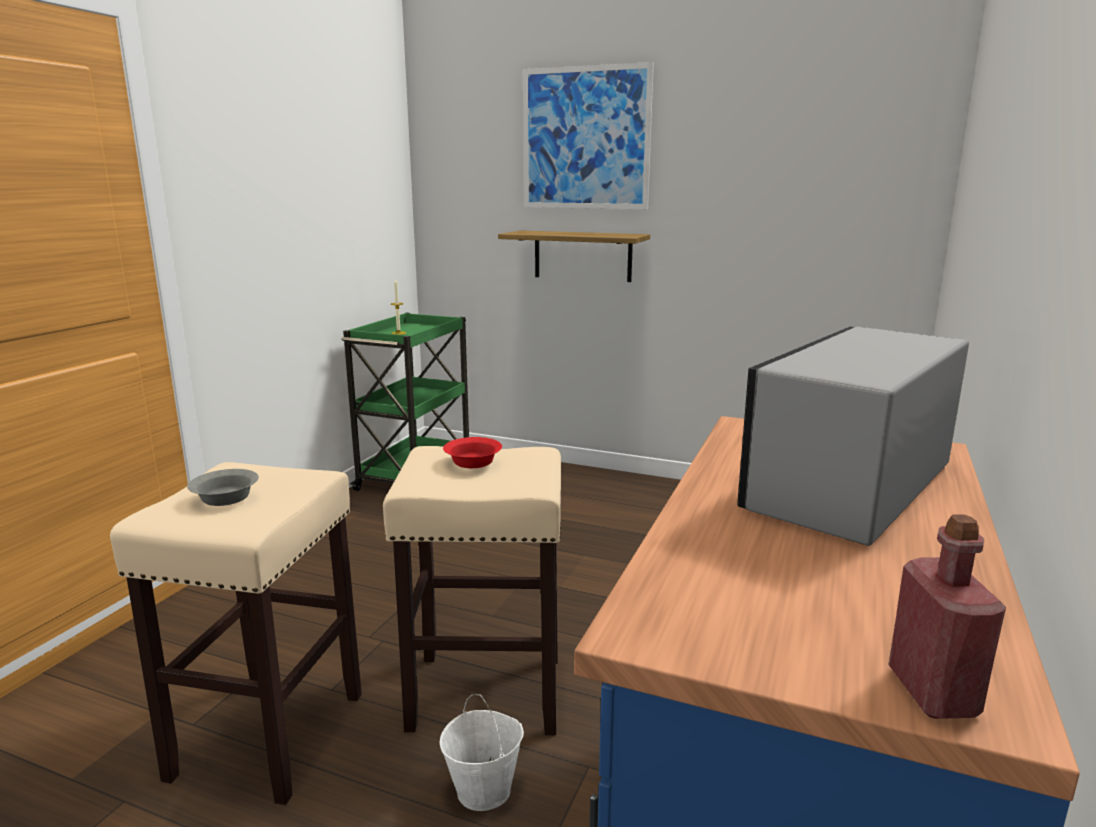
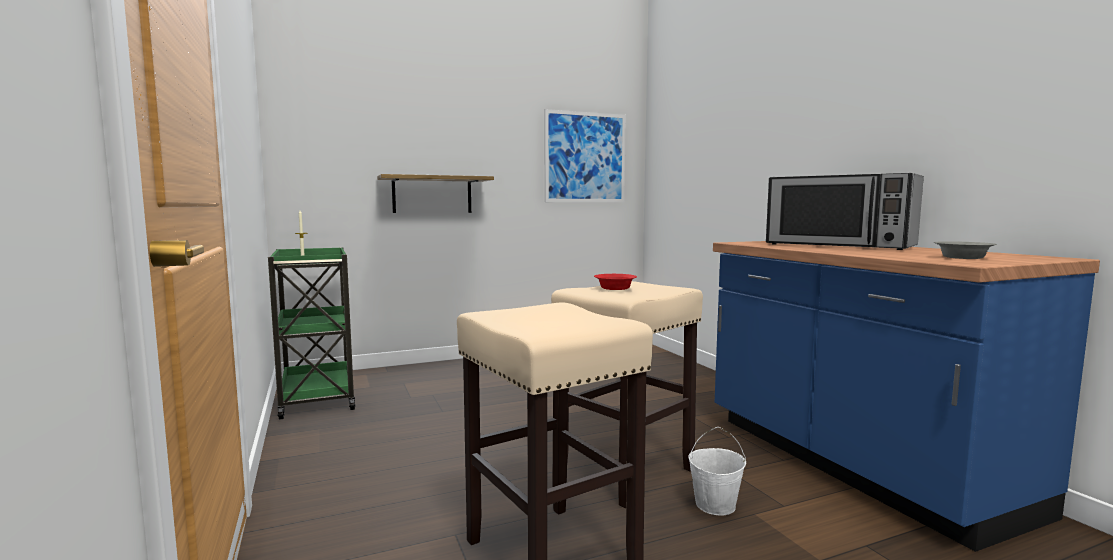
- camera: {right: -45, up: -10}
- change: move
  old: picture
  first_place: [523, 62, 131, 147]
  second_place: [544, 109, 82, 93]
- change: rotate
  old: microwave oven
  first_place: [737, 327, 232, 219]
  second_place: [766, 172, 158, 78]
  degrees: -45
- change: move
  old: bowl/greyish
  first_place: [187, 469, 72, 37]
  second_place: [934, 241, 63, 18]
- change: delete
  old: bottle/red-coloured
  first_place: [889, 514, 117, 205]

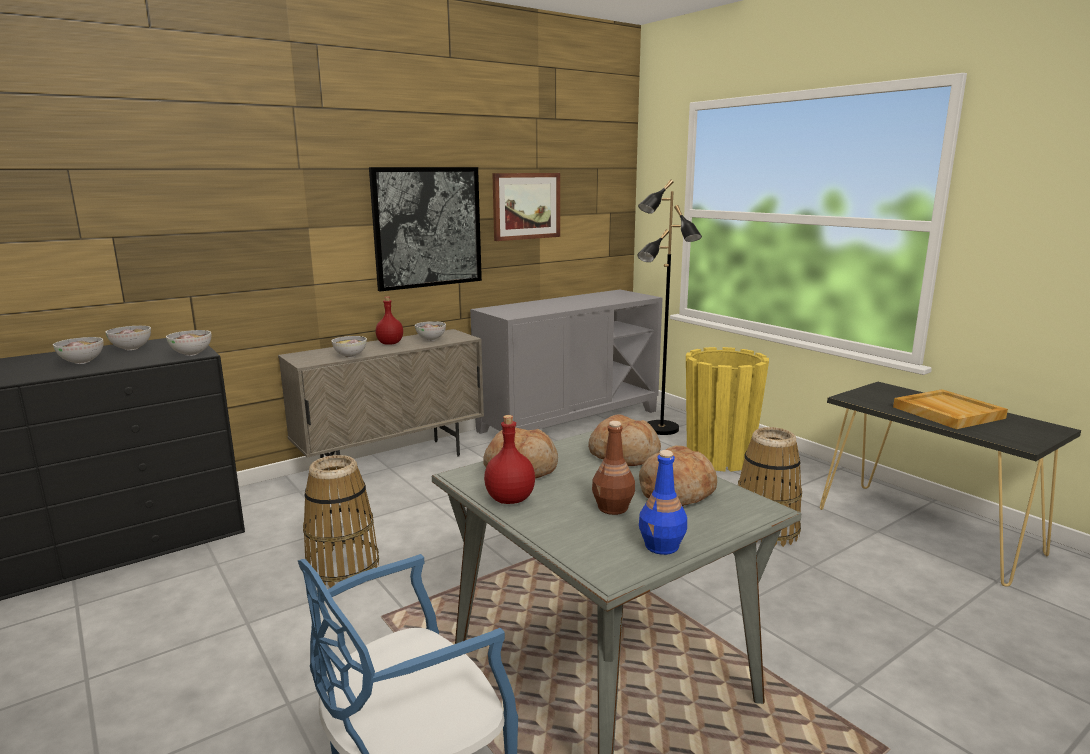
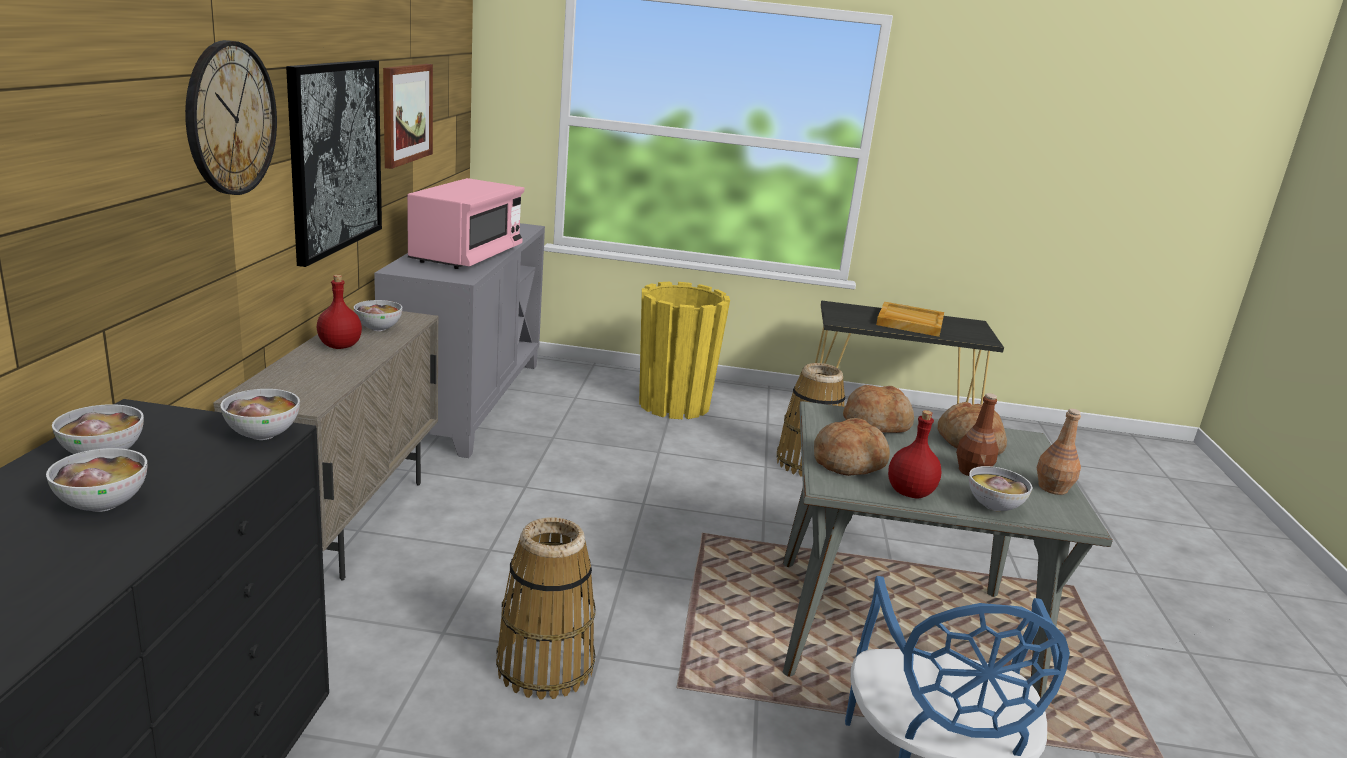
- camera: {right: -50, up: 5}
- change: delete
  old: standing lamp/black-coloured
  first_place: [637, 179, 65, 256]
- change: move
  old: bowl
  first_place: [332, 336, 35, 21]
  second_place: [969, 466, 63, 45]
- change: recolor
  old: bottle/bluish
  new: bottle/brown-coloured
  first_place: [639, 450, 48, 105]
  second_place: [1036, 409, 45, 86]
- change: insert
  new: wall clock
  second_place: [185, 40, 92, 155]
- change: insert
  new: microwave oven/pink-coloured
  second_place: [407, 178, 117, 91]

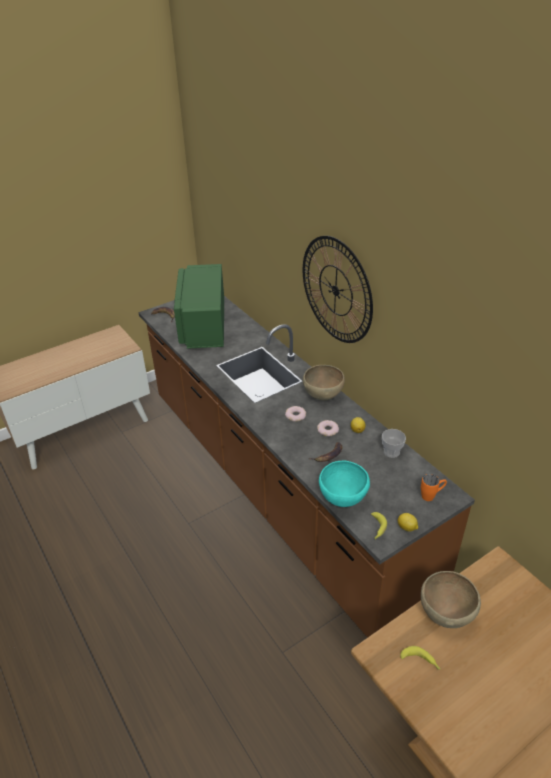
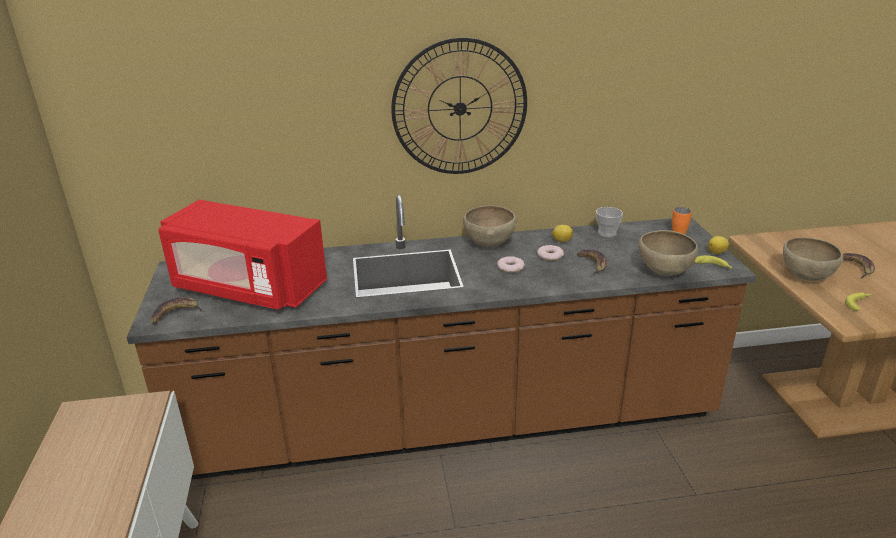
- camera: {right: -65, up: -10}
- change: recolor
  old: microwave oven/green
  new: microwave oven/red-coloured
  first_place: [174, 264, 50, 85]
  second_place: [158, 200, 169, 109]
- change: recolor
  old: bowl/turquoise-coloured
  new: bowl/brown-coloured
  first_place: [319, 461, 51, 46]
  second_place: [638, 230, 60, 46]
- change: insert
  new: banana
  second_place: [843, 253, 32, 26]

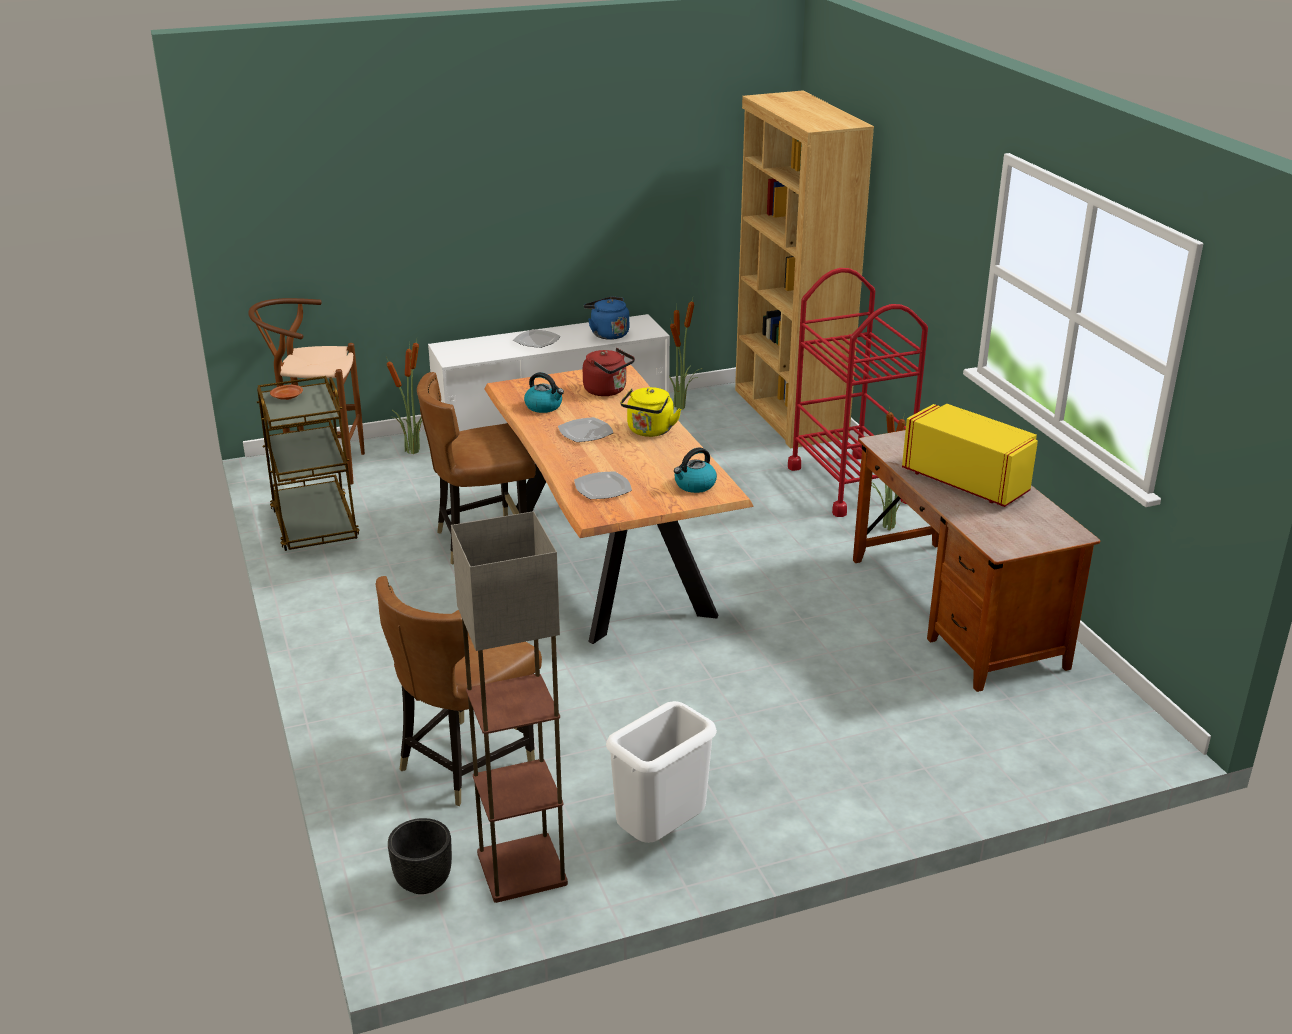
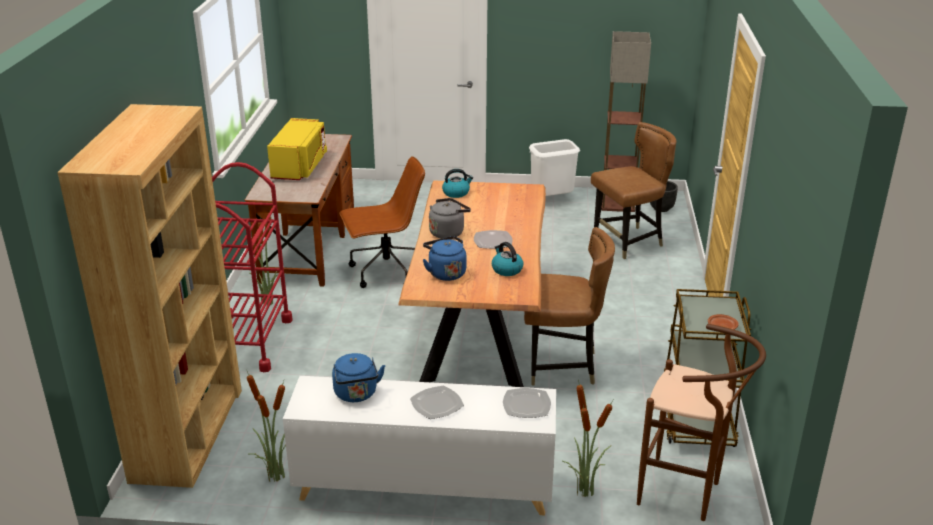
- camera: {right: -155, up: 0}
- change: recolor
  old: tea kettle/red-coloured
  new: tea kettle/bluish
  first_place: [583, 348, 52, 48]
  second_place: [423, 236, 43, 45]
- change: recolor
  old: tea kettle/yellow
  new: tea kettle/greyish
  first_place: [620, 387, 61, 50]
  second_place: [429, 198, 42, 41]
- change: rotate
  old: microwave oven/yellow
  first_place: [902, 404, 136, 103]
  second_place: [267, 118, 60, 62]
  degrees: -150
- change: move
  old: plate
  first_place: [574, 471, 58, 28]
  second_place: [503, 388, 48, 30]
- change: insert
  new: office chair/brown-coloured
  second_place: [339, 156, 86, 132]

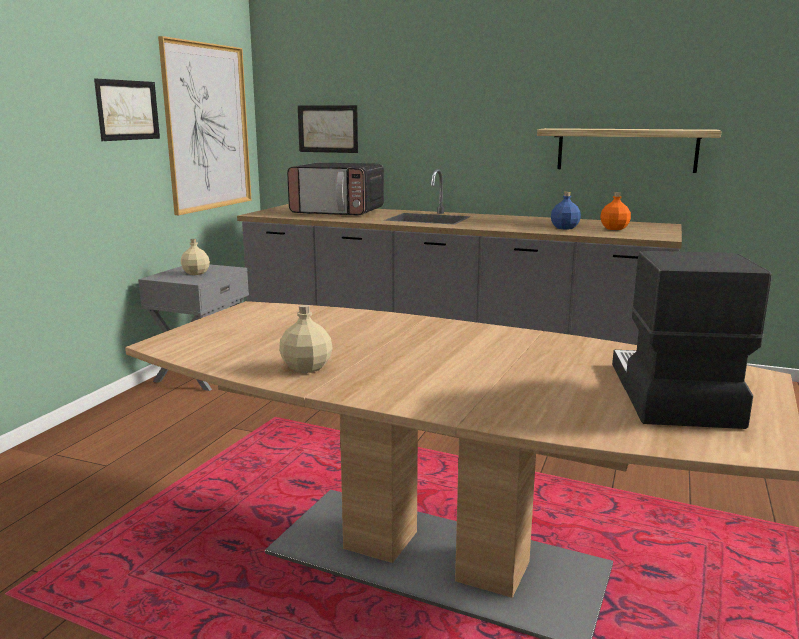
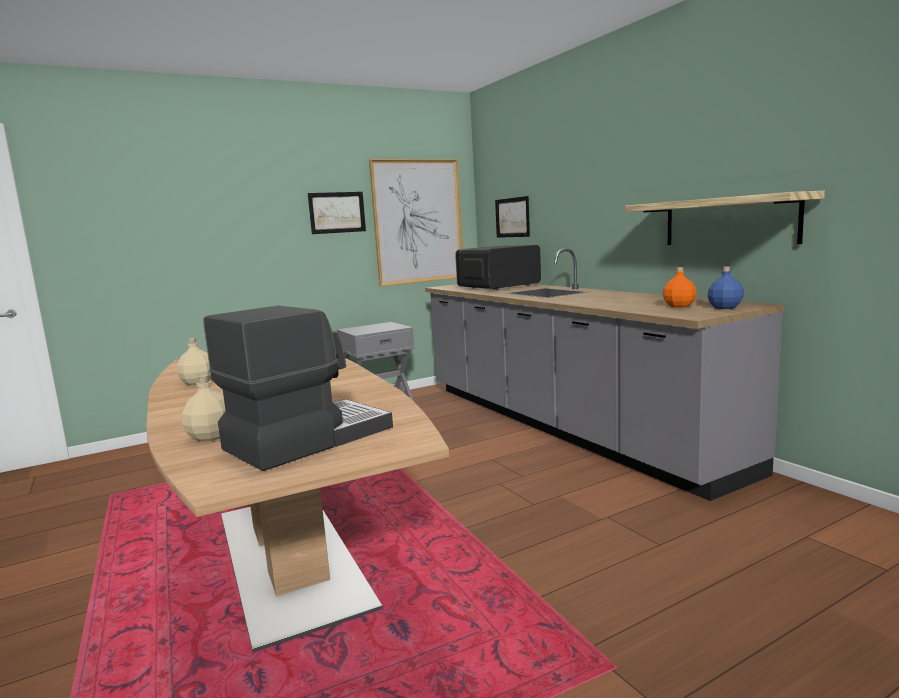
- camera: {right: 40, up: -5}
- change: rotate
  old: microwave oven
  first_place: [287, 162, 97, 54]
  second_place: [455, 245, 86, 45]
  degrees: 90
- change: move
  old: bottle/bluish
  first_place: [551, 192, 30, 37]
  second_place: [708, 267, 36, 42]
- change: move
  old: bottle/beige-coloured
  first_place: [181, 239, 29, 36]
  second_place: [182, 375, 44, 67]

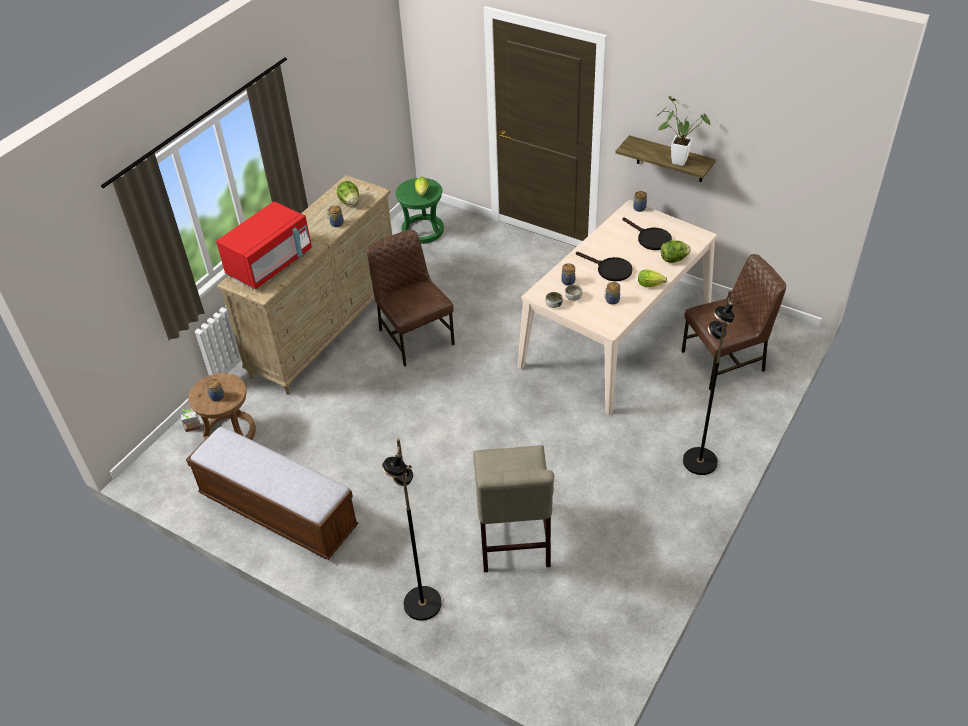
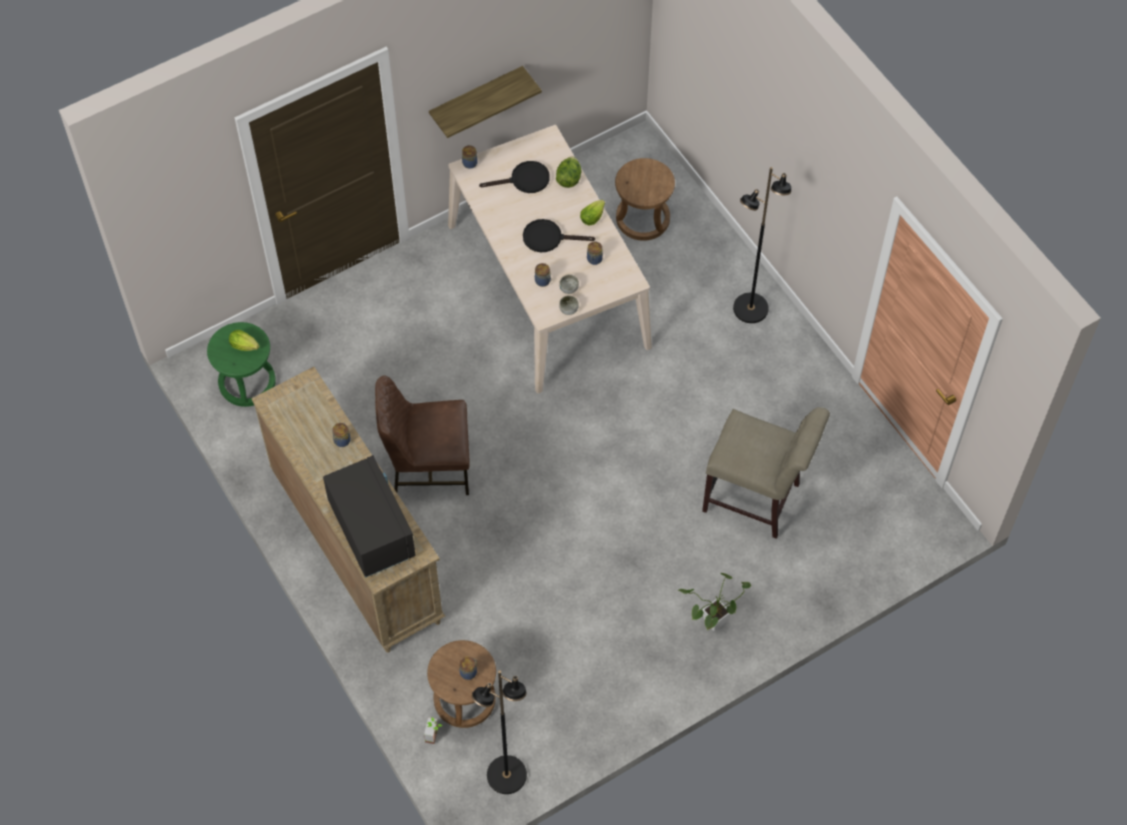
- camera: {right: -65, up: 15}
- change: move
  old: plant in a pot
  first_place: [657, 96, 54, 70]
  second_place: [677, 573, 74, 58]
- change: delete
  old: head of lettuce
  first_place: [337, 181, 22, 24]
- change: recolor
  old: microwave oven/red-coloured
  new: microwave oven/black-coloured
  first_place: [216, 201, 96, 88]
  second_place: [323, 455, 92, 123]
- change: rotate
  old: frying pan/black-coloured
  first_place: [576, 252, 56, 29]
  second_place: [523, 219, 72, 33]
  degrees: -150
- change: replace
  old: upright chair/brown-coloured
  new: sitting stool/brown-coloured
  first_place: [682, 254, 104, 136]
  second_place: [615, 158, 60, 83]
- change: delete
  old: indoor bench
  first_place: [186, 427, 172, 133]
- change: move
  old: standing lamp/black-coloured
  first_place: [382, 438, 60, 183]
  second_place: [472, 670, 55, 124]

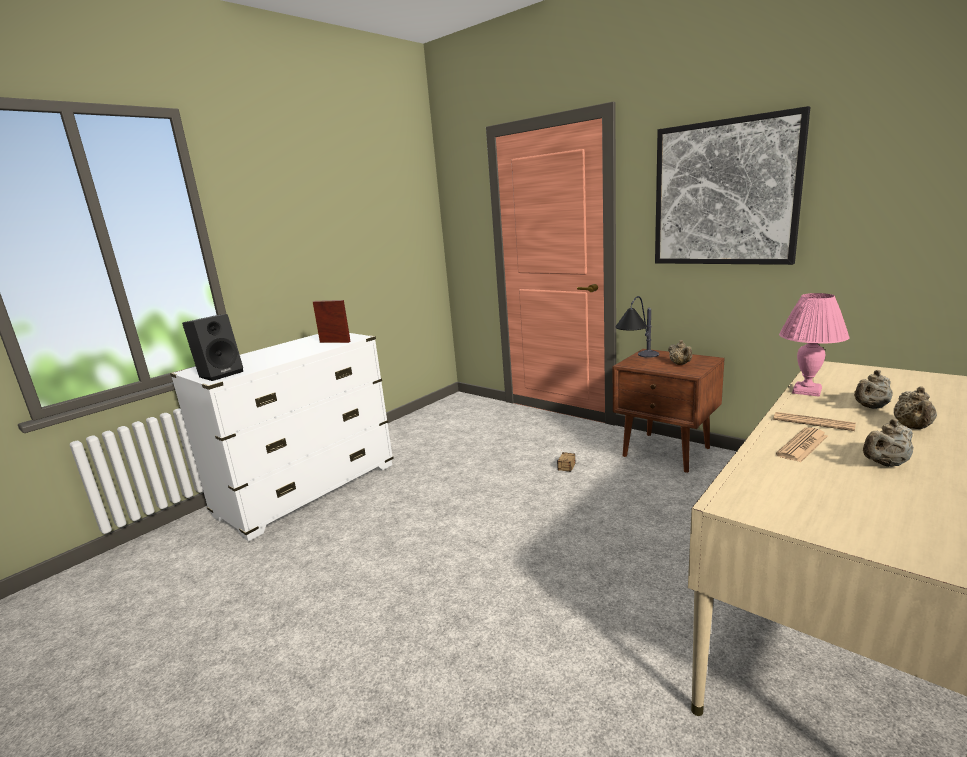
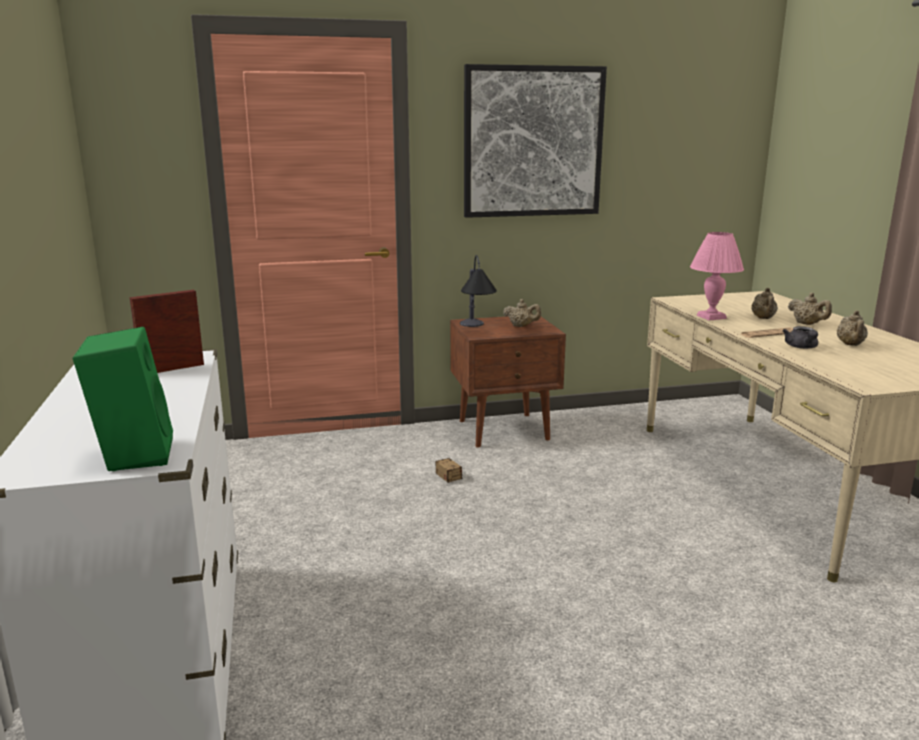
- camera: {right: -55, up: 0}
- change: recolor
  old: audio speaker/black-coloured
  new: audio speaker/green
  first_place: [182, 314, 61, 67]
  second_place: [73, 327, 100, 144]
- change: replace
  old: printed paper
  new: teapot/greyish
  first_place: [776, 427, 52, 35]
  second_place: [783, 326, 35, 23]

